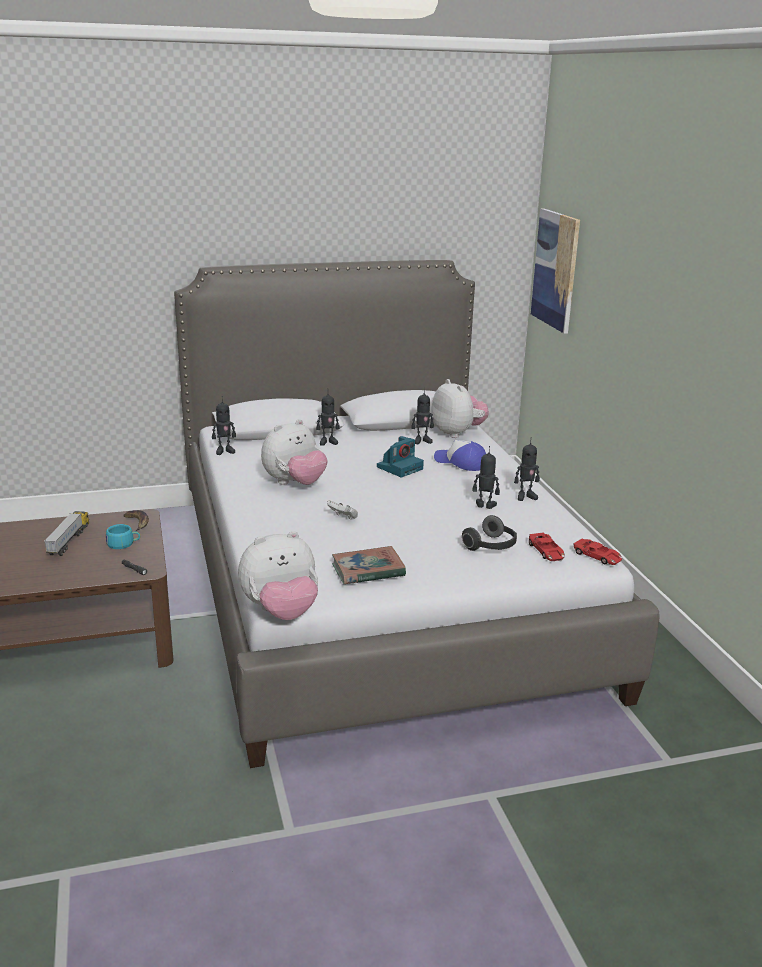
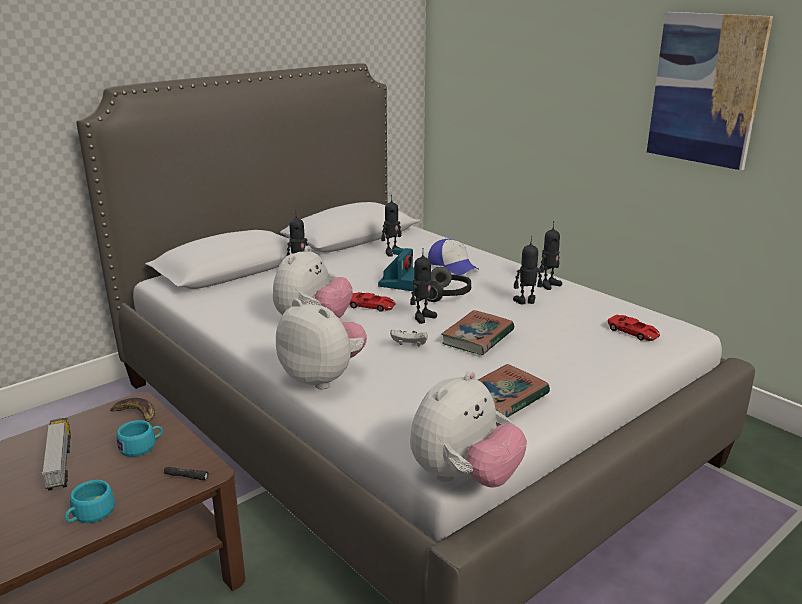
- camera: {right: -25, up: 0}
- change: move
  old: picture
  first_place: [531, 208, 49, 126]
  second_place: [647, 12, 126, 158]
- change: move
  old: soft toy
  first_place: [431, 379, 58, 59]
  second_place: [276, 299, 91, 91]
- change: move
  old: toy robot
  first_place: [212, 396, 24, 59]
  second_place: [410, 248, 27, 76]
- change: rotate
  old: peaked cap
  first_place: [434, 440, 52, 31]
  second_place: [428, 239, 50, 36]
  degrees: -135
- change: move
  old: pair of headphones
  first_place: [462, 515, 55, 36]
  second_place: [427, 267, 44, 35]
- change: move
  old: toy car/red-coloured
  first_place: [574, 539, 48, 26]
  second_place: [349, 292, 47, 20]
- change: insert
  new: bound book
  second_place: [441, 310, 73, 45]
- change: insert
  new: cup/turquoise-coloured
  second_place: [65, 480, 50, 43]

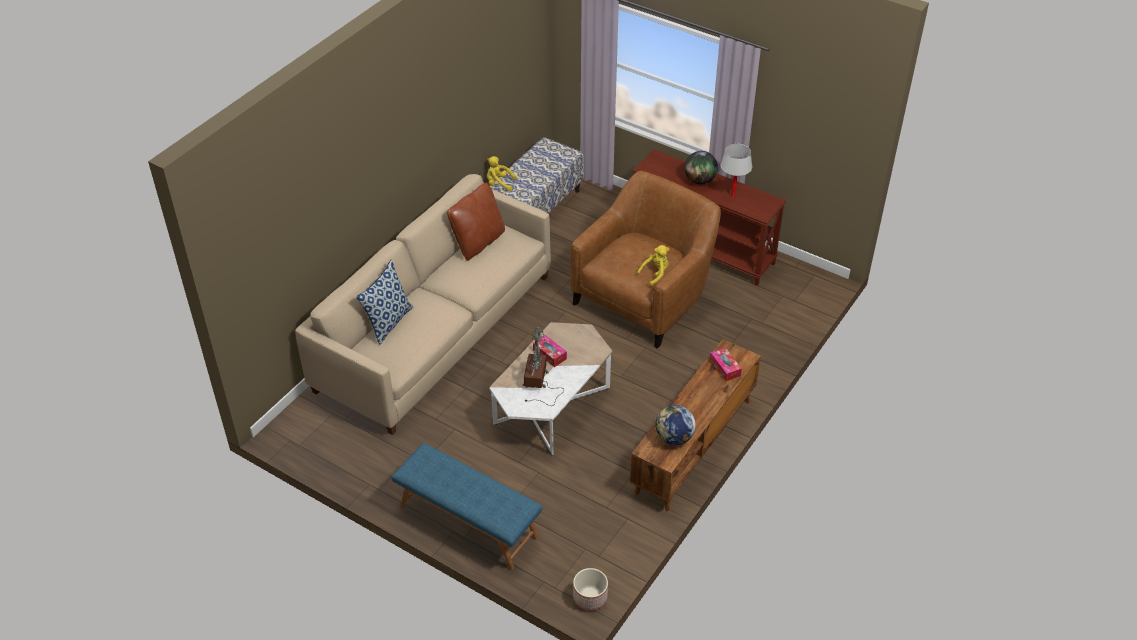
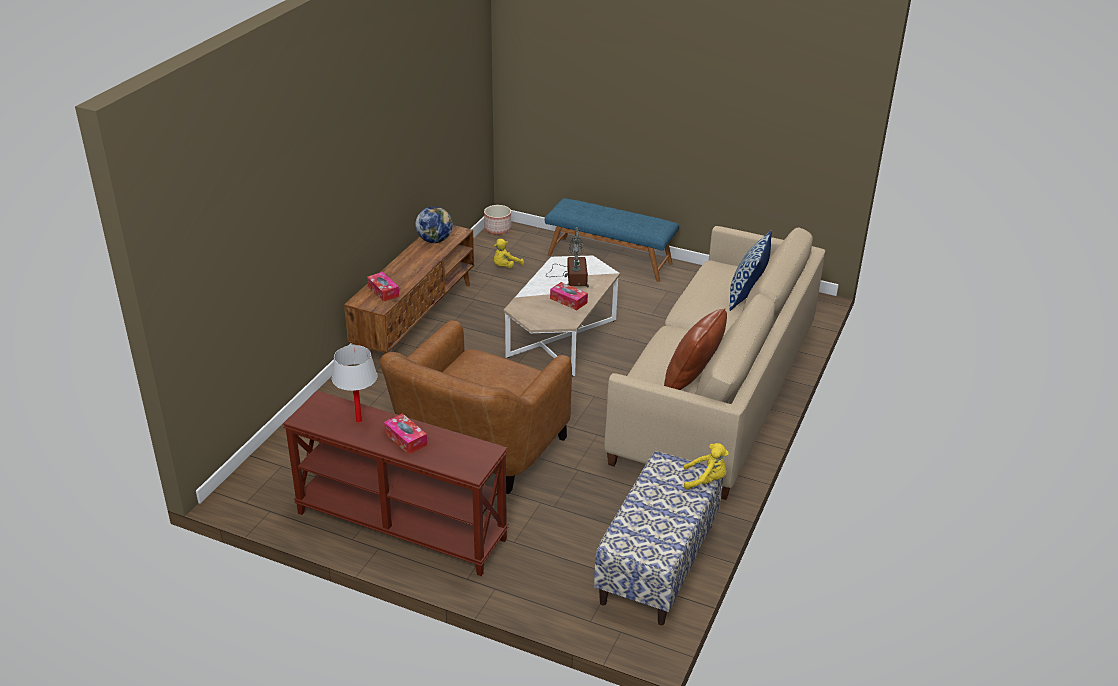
- camera: {right: 170, up: -10}
- change: replace
  old: desk globe
  new: tissue box
  first_place: [684, 151, 34, 33]
  second_place: [384, 413, 43, 41]
- change: move
  old: soft toy/yellow
  first_place: [637, 245, 33, 41]
  second_place: [494, 239, 30, 29]

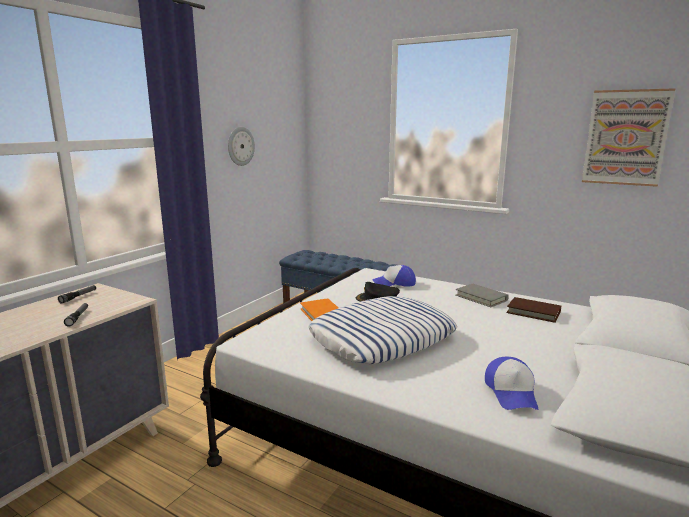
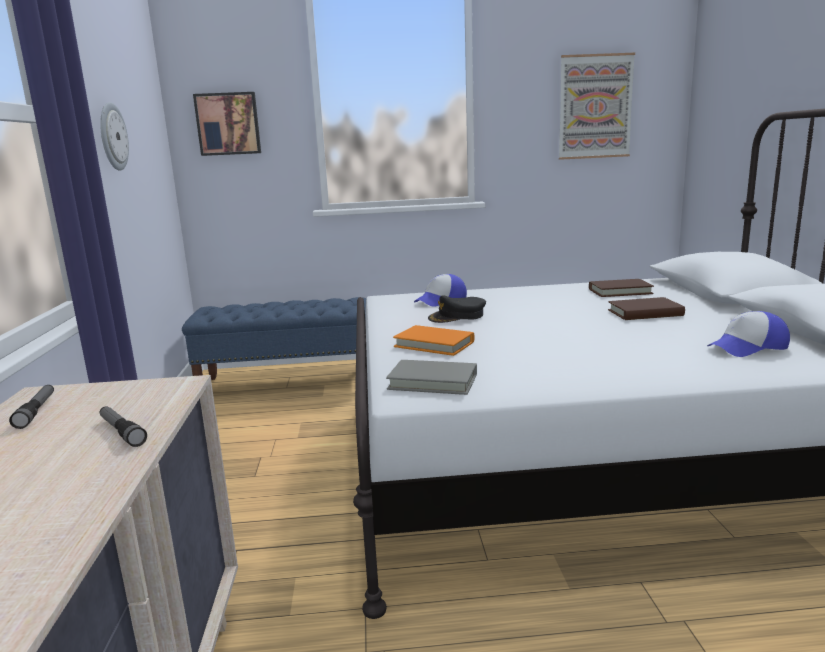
- camera: {right: -35, up: 0}
- change: move
  old: bound book/greyish
  first_place: [456, 284, 53, 23]
  second_place: [386, 360, 91, 35]
- change: delete
  old: throw pillow
  first_place: [308, 296, 149, 68]
- change: rotate
  old: peaked cap
  first_place: [485, 357, 53, 53]
  second_place: [707, 311, 83, 46]
  degrees: 105
- change: insert
  new: picture
  second_place: [193, 92, 68, 64]
- change: insert
  new: bound book/brown-coloured
  second_place: [608, 297, 77, 23]

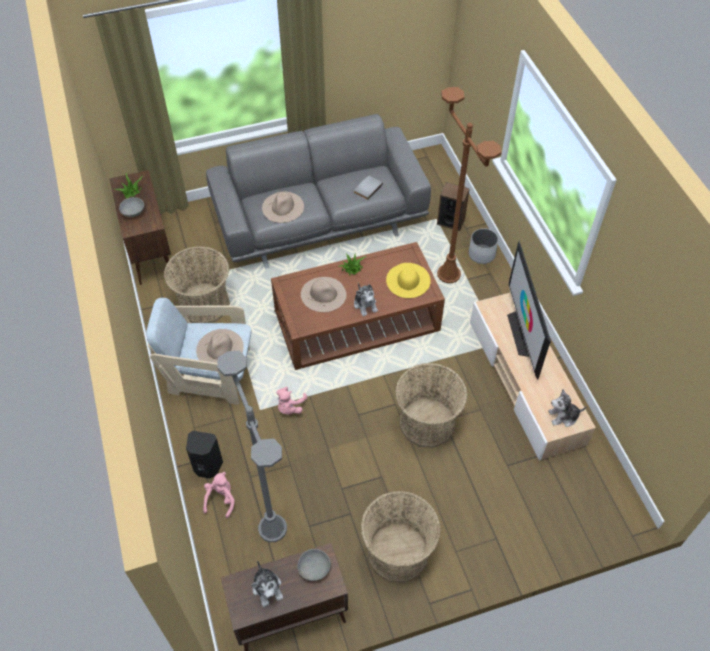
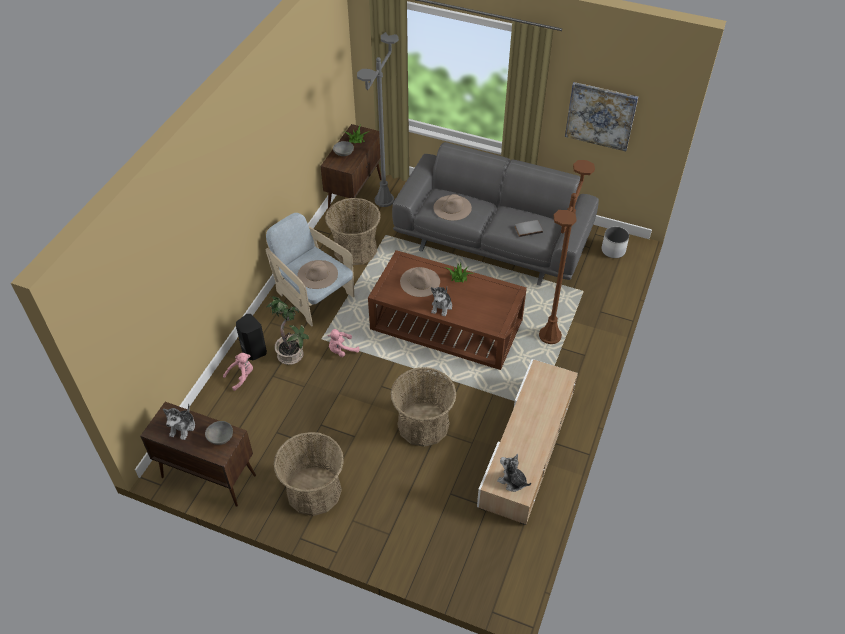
- camera: {right: 40, up: -5}
- change: delete
  old: audio speaker
  first_place: [437, 182, 33, 49]
- change: move
  old: planter/whitish
  first_place: [469, 228, 29, 36]
  second_place: [601, 227, 28, 31]
- change: delete
  old: TV
  first_place: [507, 241, 44, 138]
- change: delete
  old: hat/yellow
  first_place: [386, 263, 45, 35]
- change: move
  old: standing lamp/greyish
  first_place: [217, 351, 70, 191]
  second_place: [357, 32, 42, 175]
- change: insert
  new: picture
  second_place: [565, 82, 73, 69]
- change: insert
  new: plant in a pot
  second_place: [266, 296, 43, 69]

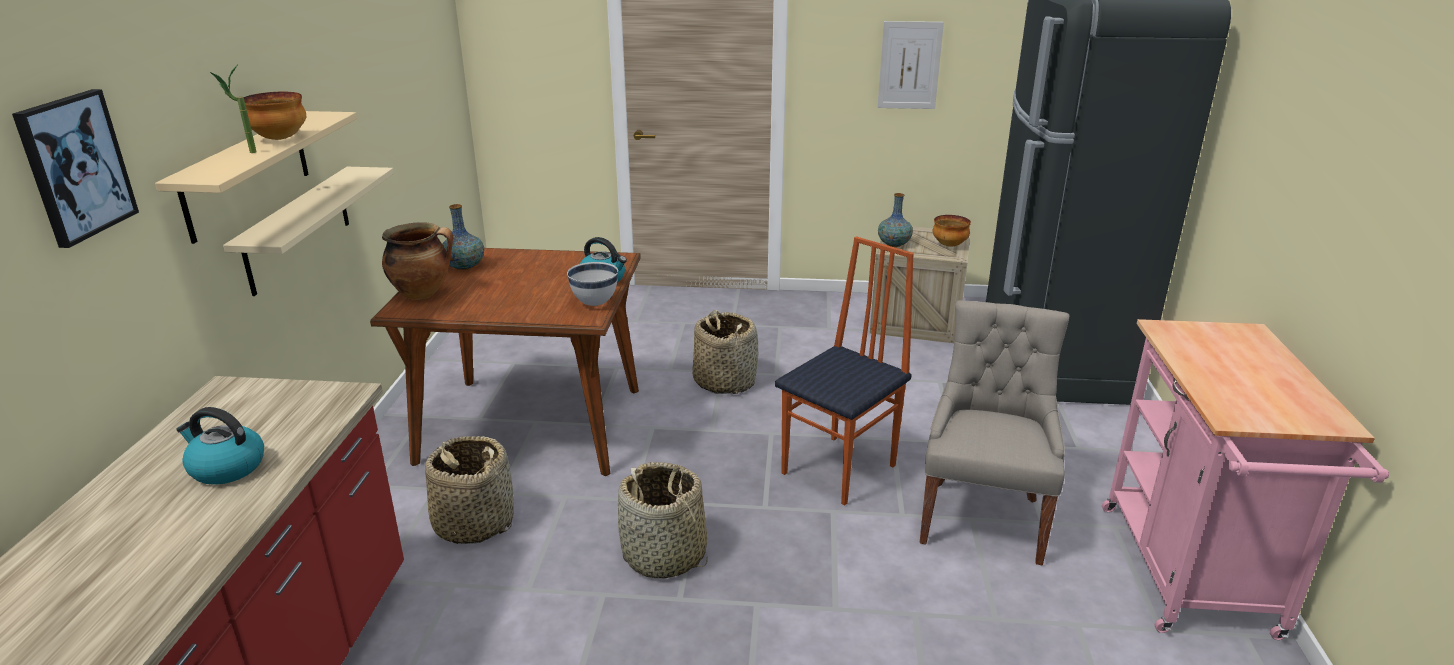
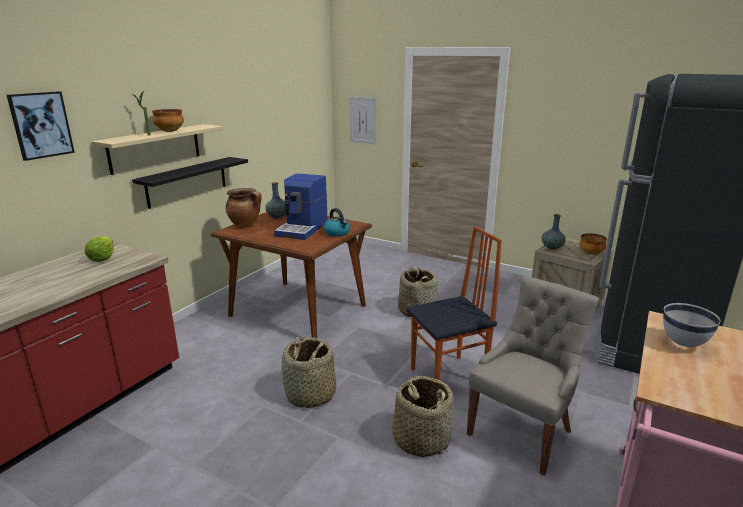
- camera: {right: 25, up: -5}
- change: move
  old: picture
  first_place: [878, 21, 66, 88]
  second_place: [349, 96, 27, 48]
- change: recolor
  old: wall shelf/beige-coloured
  new: wall shelf/black-coloured
  first_place: [223, 167, 171, 129]
  second_place: [132, 157, 116, 52]
- change: move
  old: bowl/whitish
  first_place: [567, 262, 51, 44]
  second_place: [663, 303, 58, 44]
- change: delete
  old: tea kettle
  first_place: [176, 407, 88, 78]
- change: move
  old: basket
  first_place: [425, 436, 89, 108]
  second_place: [393, 376, 61, 81]
- change: insert
  new: coffee machine
  second_place: [274, 173, 54, 67]
- change: insert
  new: head of lettuce
  second_place: [85, 236, 29, 26]

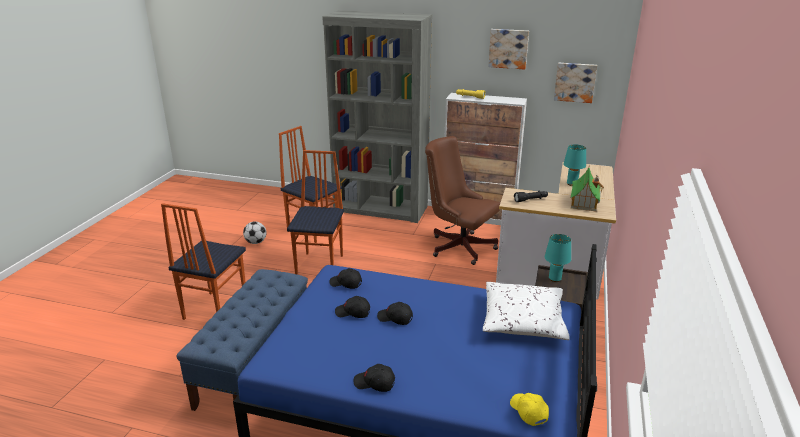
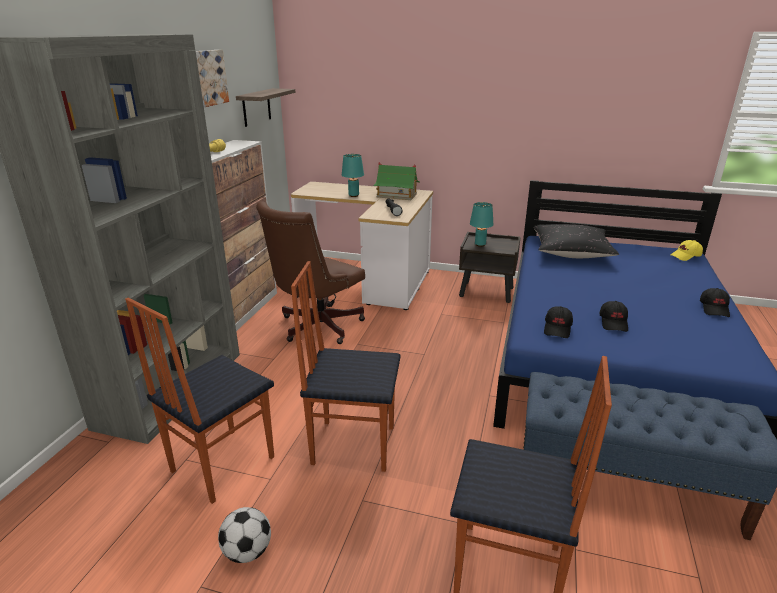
- camera: {right: -90, up: 0}
- change: replace
  old: picture
  new: wall shelf
  first_place: [554, 63, 43, 40]
  second_place: [236, 88, 60, 39]
- change: recolor
  old: throw pillow/whitish
  new: throw pillow/black-coloured
  first_place: [483, 282, 87, 58]
  second_place: [534, 224, 85, 34]
- change: delete
  old: peaked cap/black-coloured
  first_place: [377, 302, 36, 23]

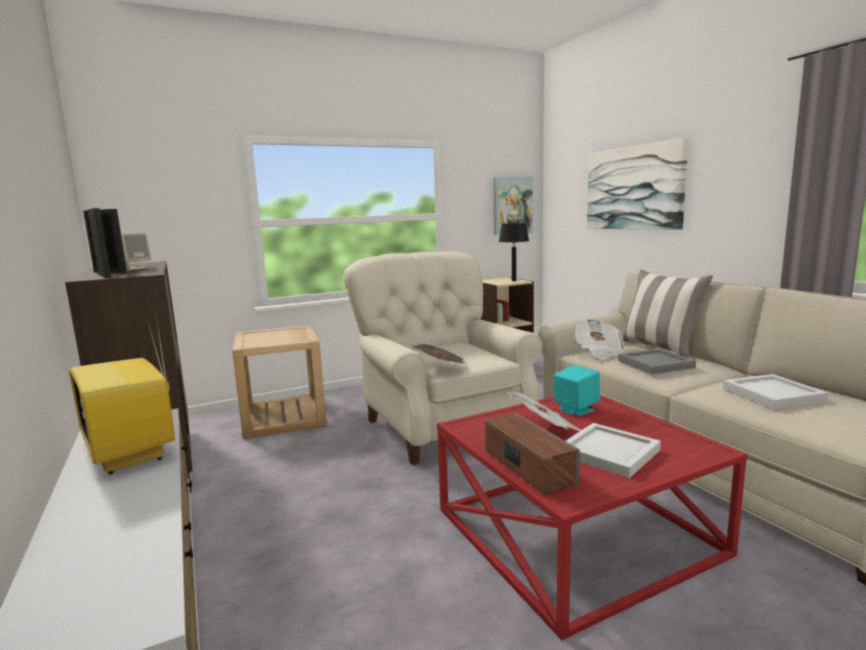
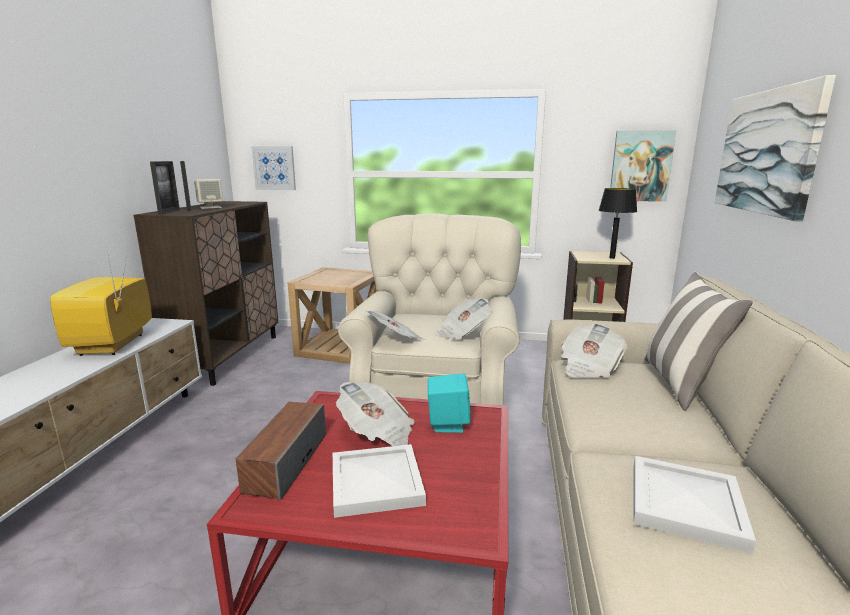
- camera: {right: 35, up: 5}
- change: delete
  old: serving tray/greyish
  first_place: [618, 348, 78, 26]
- change: insert
  new: picture
  second_place: [251, 146, 45, 44]
- change: insert
  new: printed paper
  second_place: [435, 298, 57, 42]

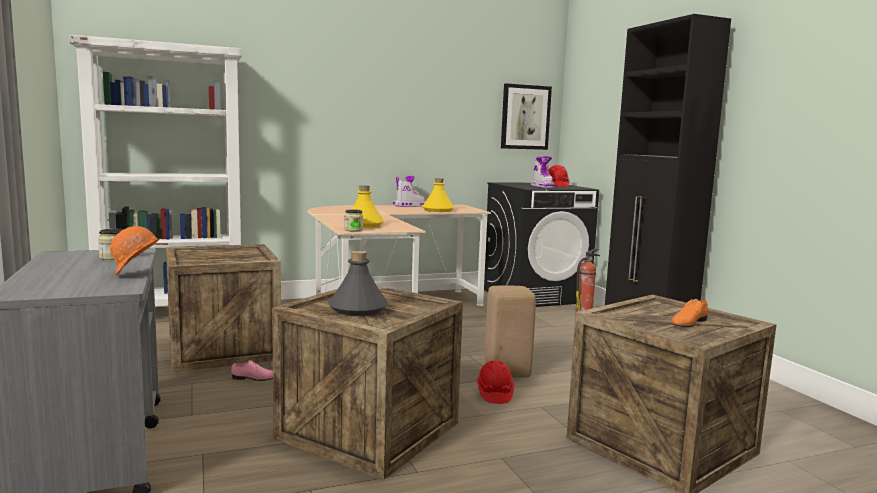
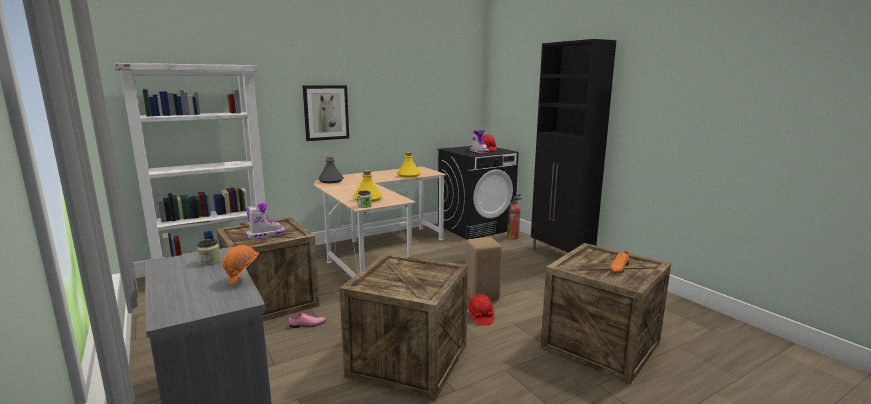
- camera: {right: -10, up: 5}
- change: move
  old: picture
  first_place: [501, 83, 51, 67]
  second_place: [303, 85, 46, 56]
- change: move
  old: boot
  first_place: [393, 176, 33, 31]
  second_place: [246, 203, 39, 36]
- change: move
  old: bottle/greyish
  first_place: [328, 251, 60, 65]
  second_place: [318, 156, 26, 27]

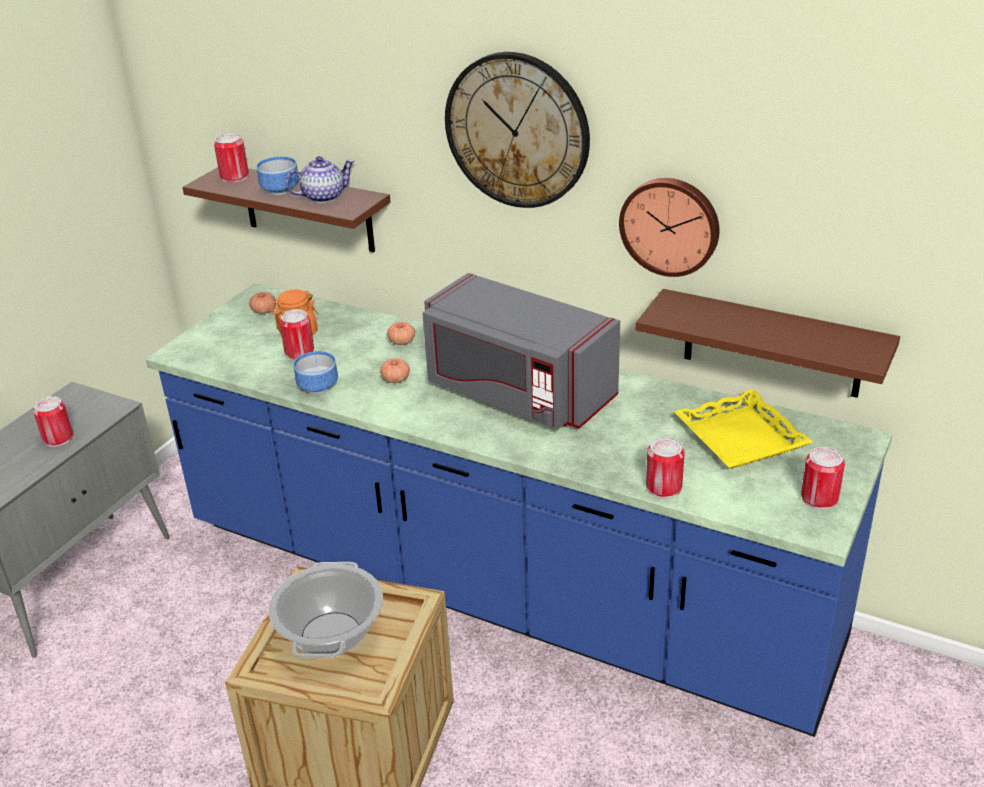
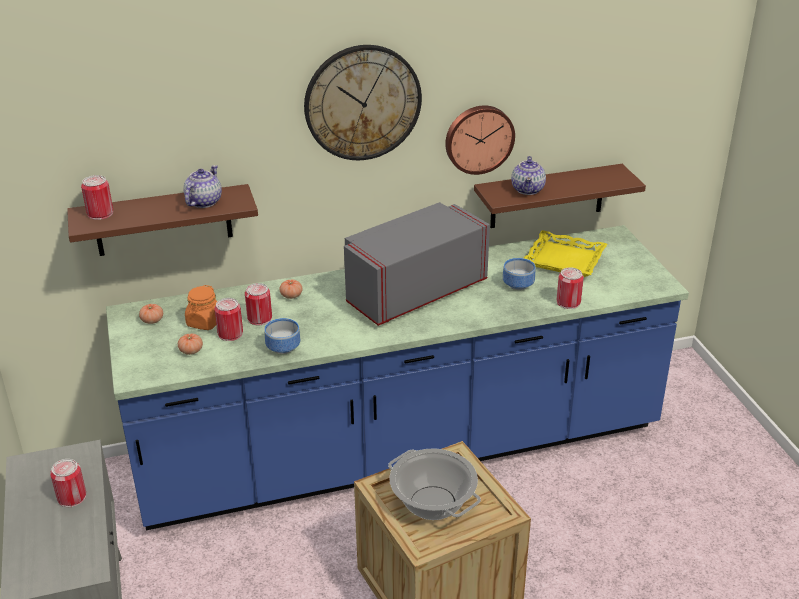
- camera: {right: -45, up: 0}
- change: move
  old: bowl
  first_place: [257, 157, 42, 38]
  second_place: [503, 258, 33, 32]
- change: rotate
  old: microwave oven/greyish
  first_place: [422, 273, 198, 157]
  second_place: [344, 202, 146, 124]
  degrees: 150
- change: move
  old: tomato
  first_place: [380, 358, 30, 25]
  second_place: [178, 333, 25, 22]
- change: move
  old: metal can
  first_place: [801, 447, 44, 63]
  second_place: [245, 283, 27, 42]
- change: insert
  new: teapot
  second_place: [511, 156, 35, 39]

